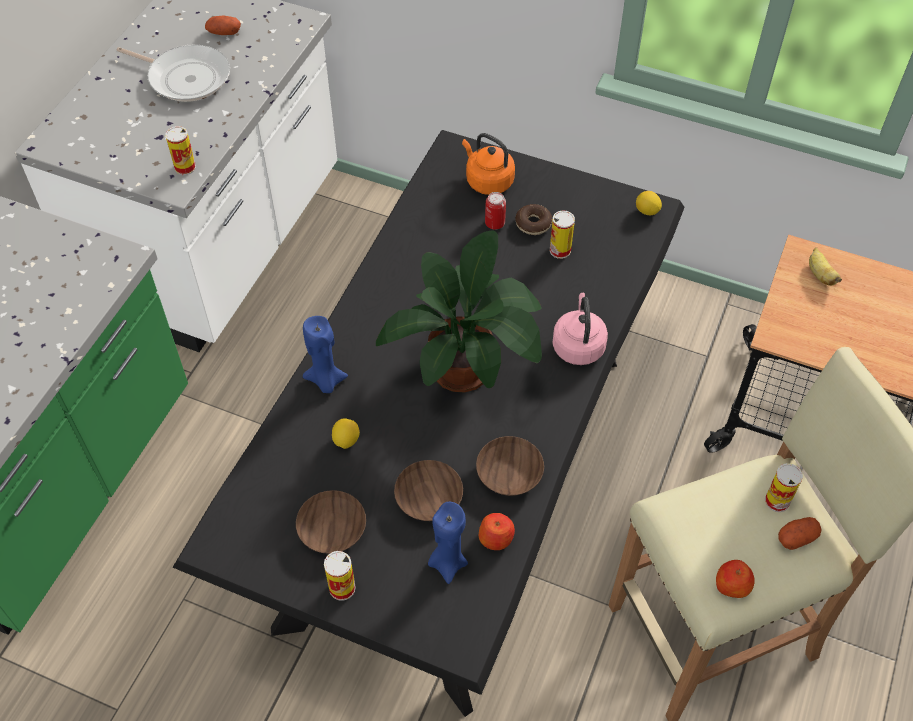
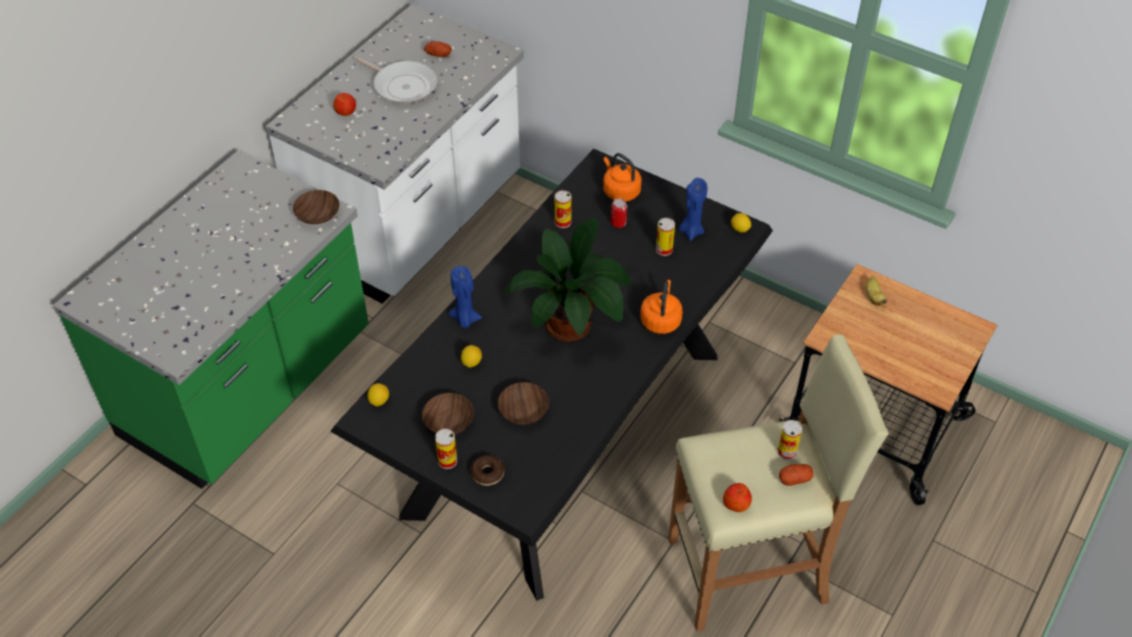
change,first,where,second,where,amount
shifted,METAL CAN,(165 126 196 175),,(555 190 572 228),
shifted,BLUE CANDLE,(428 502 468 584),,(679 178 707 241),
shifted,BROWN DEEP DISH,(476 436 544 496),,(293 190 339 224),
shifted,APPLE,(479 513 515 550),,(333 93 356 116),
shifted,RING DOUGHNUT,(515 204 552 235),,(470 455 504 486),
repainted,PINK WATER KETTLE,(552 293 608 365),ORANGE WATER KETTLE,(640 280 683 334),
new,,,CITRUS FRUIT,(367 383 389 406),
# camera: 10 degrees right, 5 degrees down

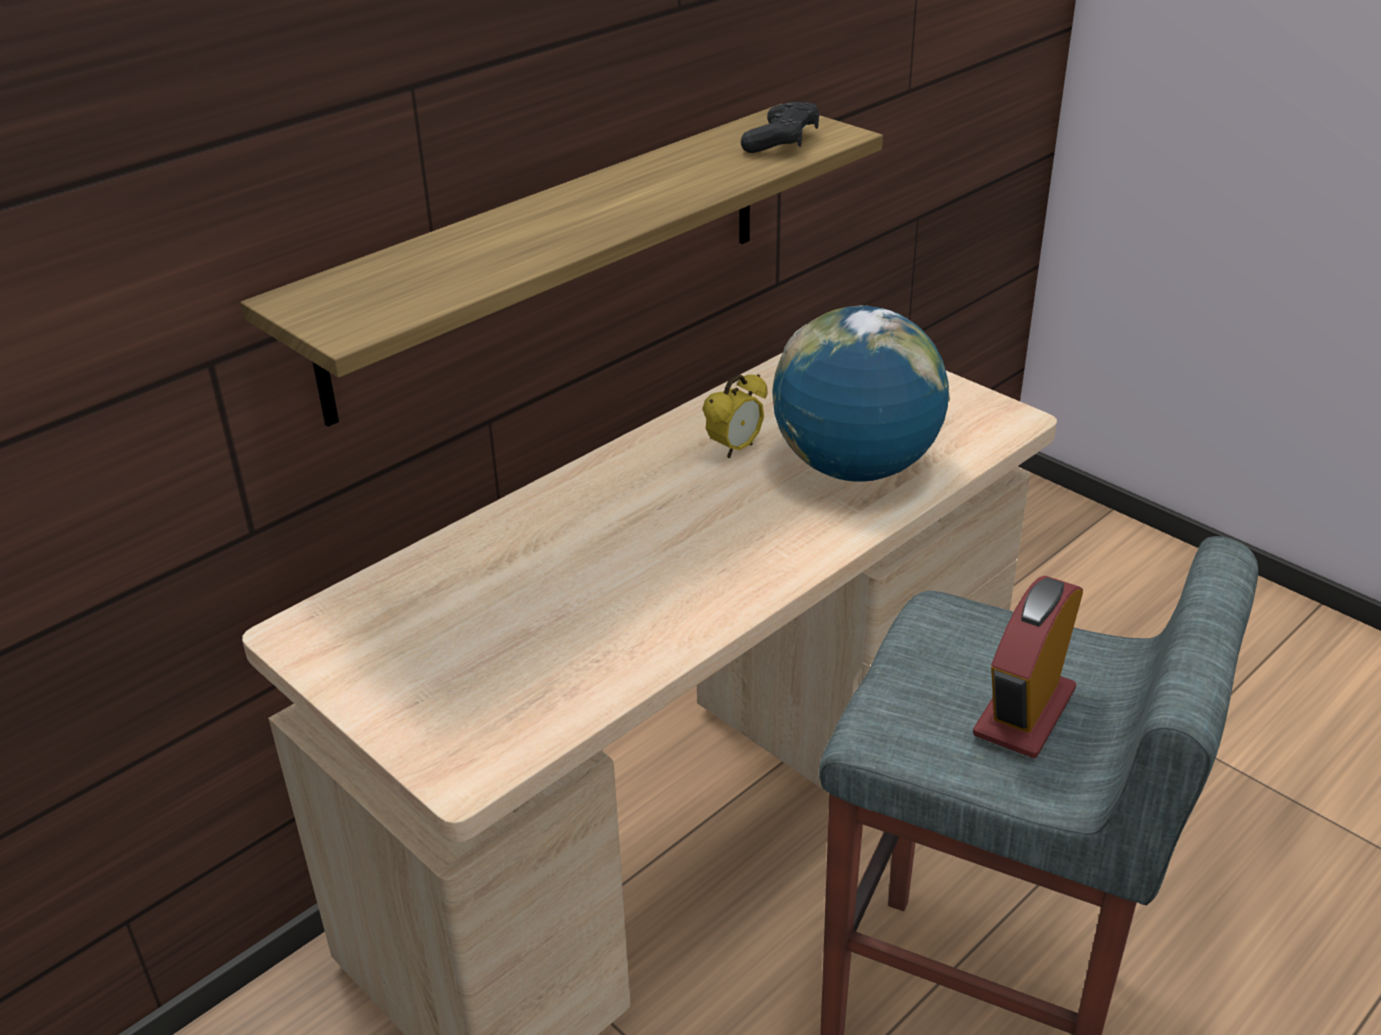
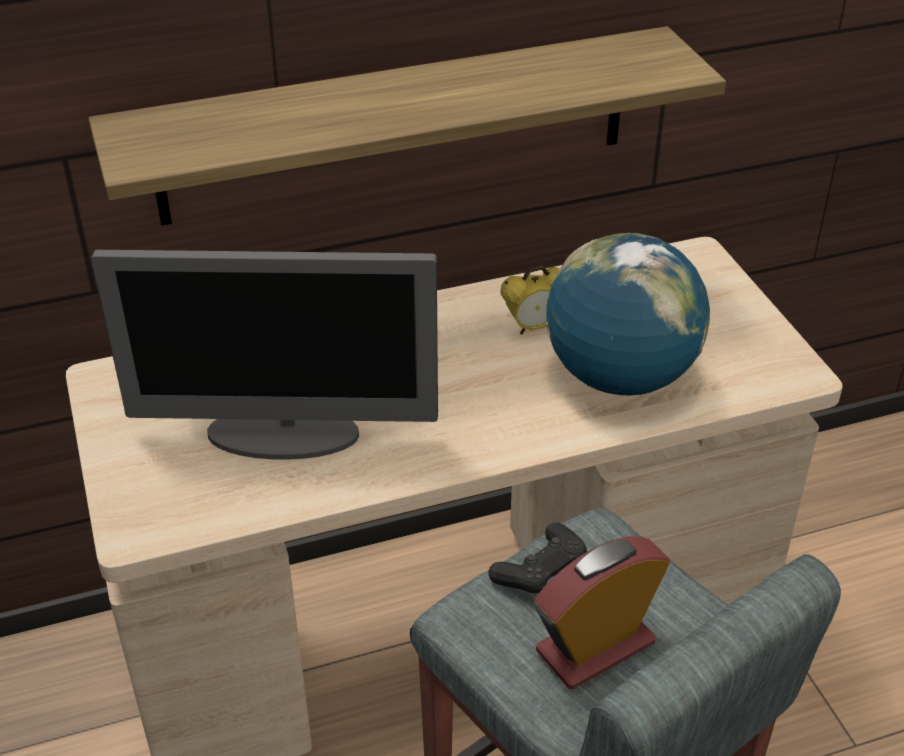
change,first,where,second,where,amount
shifted,BLACKISH GAME CONTROLLER,(741 102 820 153),,(488 522 587 593),
new,,,MONITOR,(91 250 438 460),
# camera: 25 degrees right, 5 degrees up

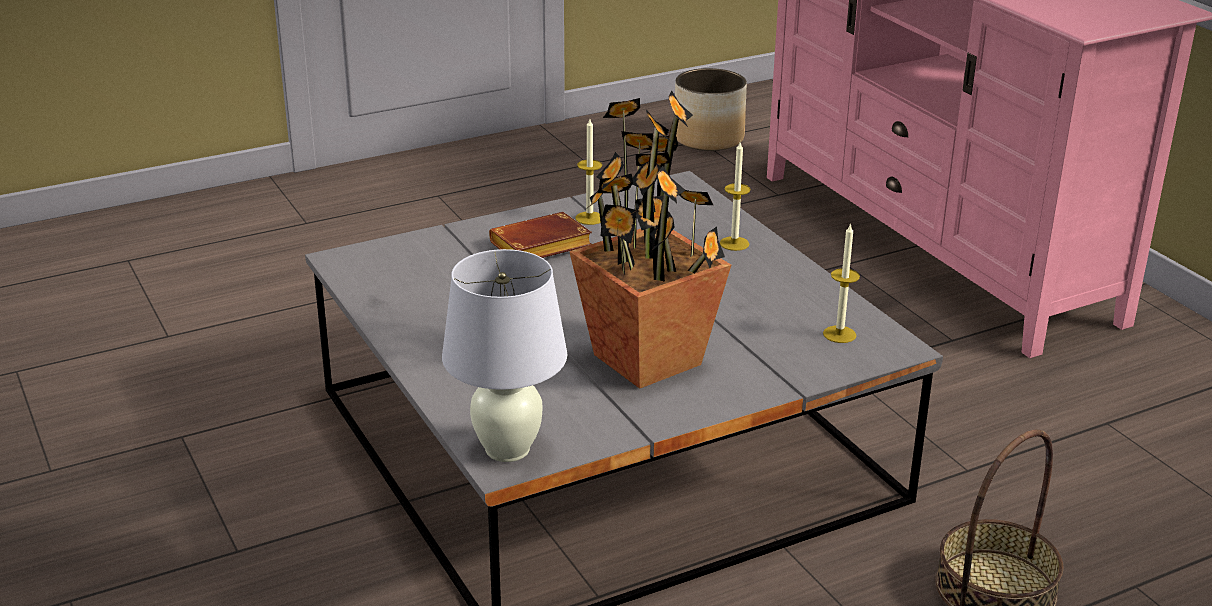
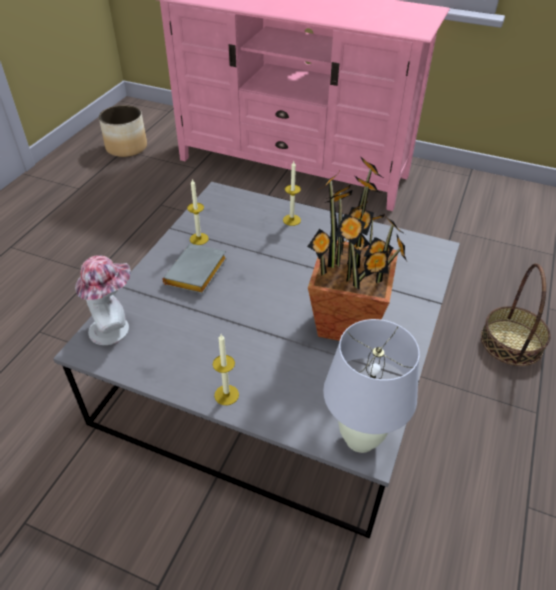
change,first,where,second,where,amount
repainted,BROWN BOOK,(489 212 592 258),GRAY BOOK,(162 244 227 294),
shifted,CANDLE,(823 223 860 343),,(213 334 239 405),
new,,,CLOTHING HAT,(75 255 131 345),
# camera: 40 degrees left, 15 degrees up

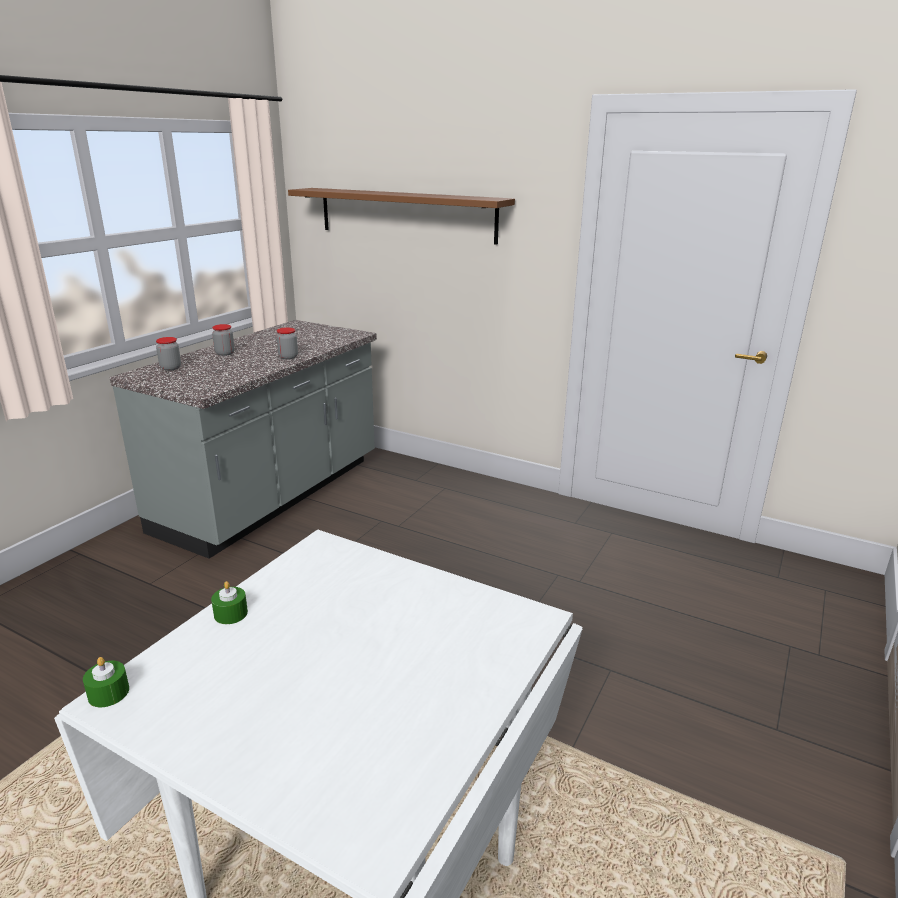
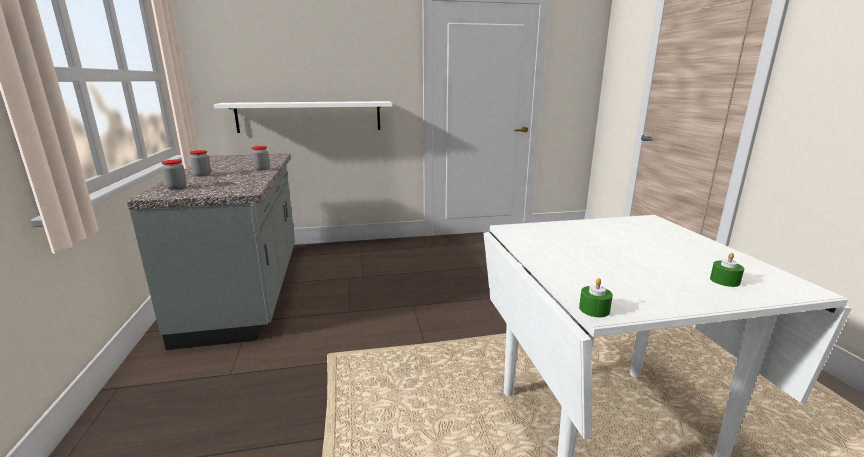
change,first,where,second,where,amount
shifted,GREEN CANDLE,(211 581 248 624),,(710 253 744 287),
gone,BROWN WALL SHELF,(288 188 515 245),,,
new,,,WHITISH WALL SHELF,(214 101 392 133),
# camera: 40 degrees left, 5 degrees down

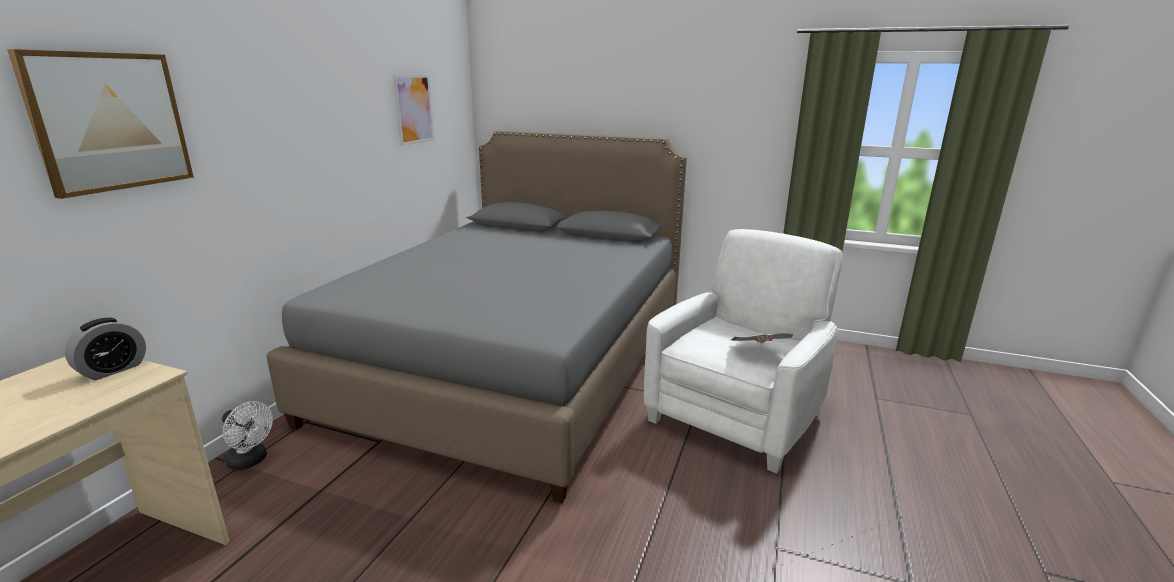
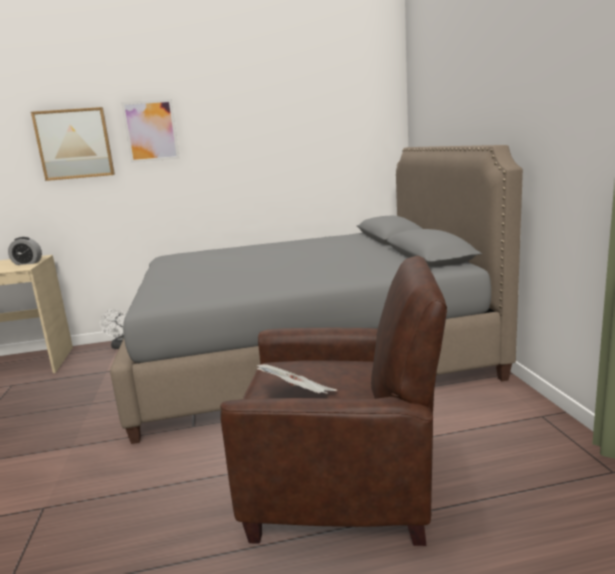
change,first,where,second,where,amount
shifted,PICTURE,(393 74 434 146),,(121 99 180 163),
repainted,WHITISH EASY CHAIR,(644 229 843 474),BROWN EASY CHAIR,(220 256 447 546),
# camera: 60 degrees right, 5 degrees down

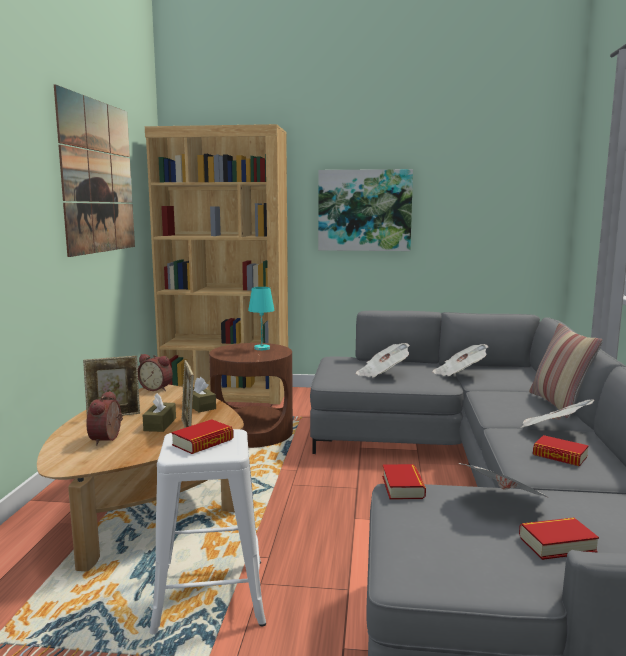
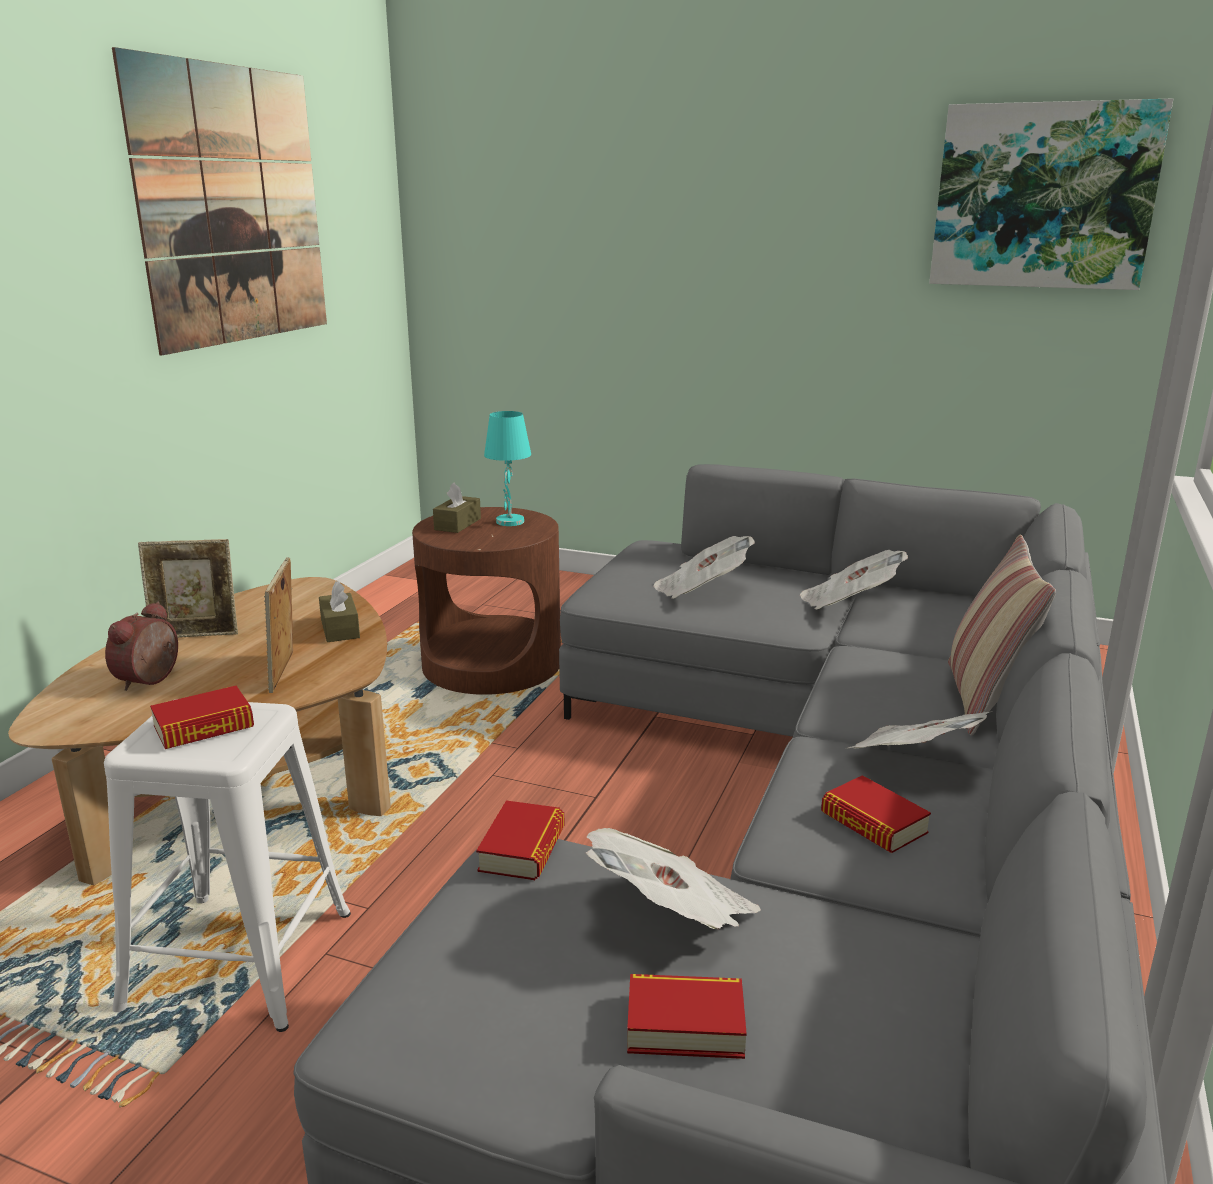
change,first,where,second,where,amount
gone,TABLE CLOCK,(138 354 173 391),,,
shifted,BROWN TISSUE BOX,(142 393 176 432),,(433 483 481 533),
gone,BROWN BOOKSHELF,(145 124 288 404),,,
shifted,PICTURE,(318 169 413 251),,(929 98 1173 290),
# camera: 15 degrees right, 10 degrees up

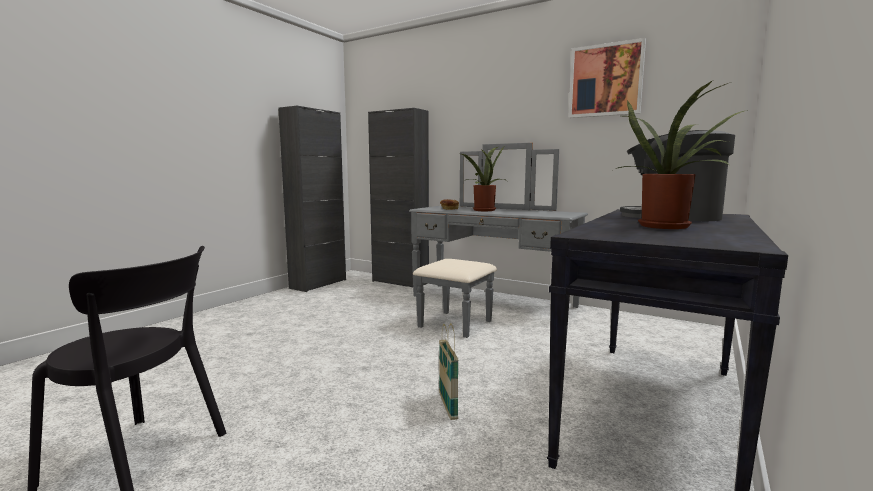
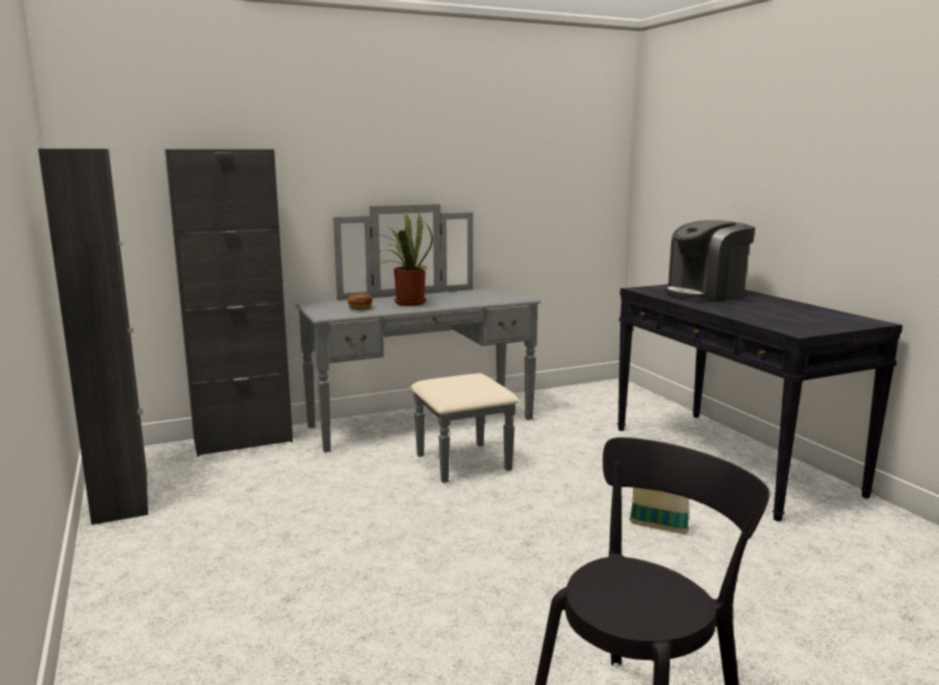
change,first,where,second,where,amount
gone,PICTURE,(568 38 646 118),,,
gone,PLANT IN A POT,(616 80 748 229),,,
# camera: 55 degrees left, 5 degrees up

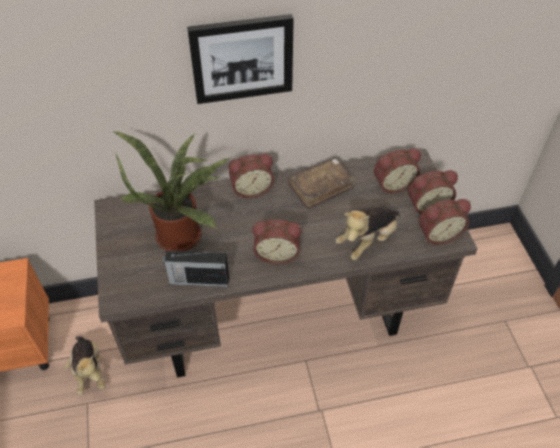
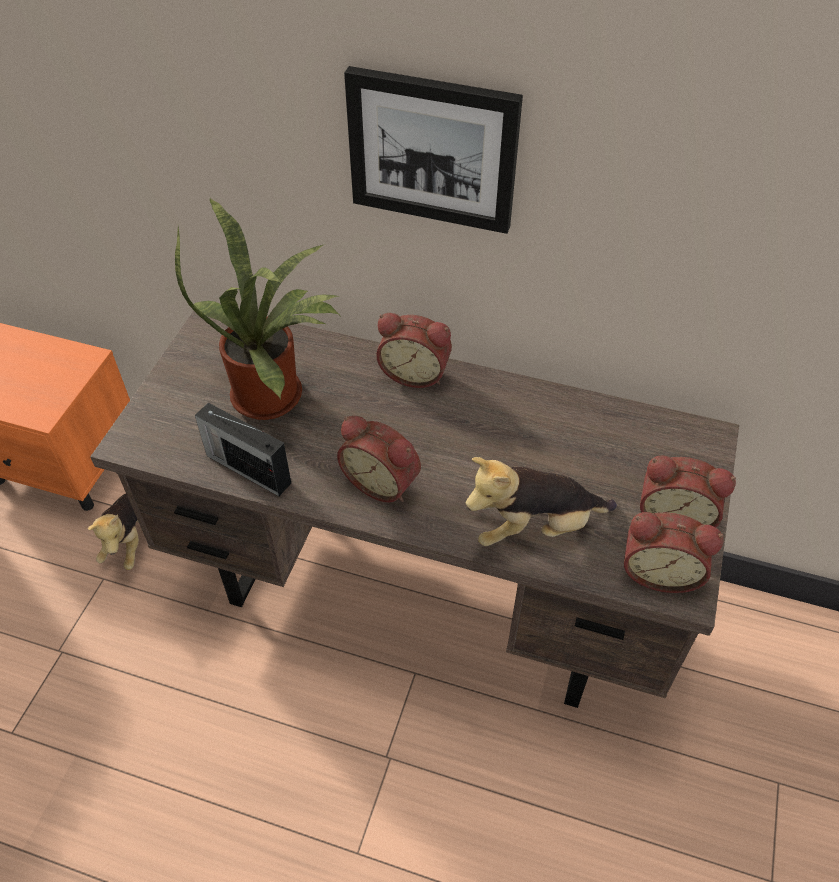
change,first,where,second,where,amount
gone,BROWN BOOK,(288 157 355 210),,,
gone,TABLE CLOCK,(374 148 421 193),,,
# camera: 30 degrees right, 0 degrees up

